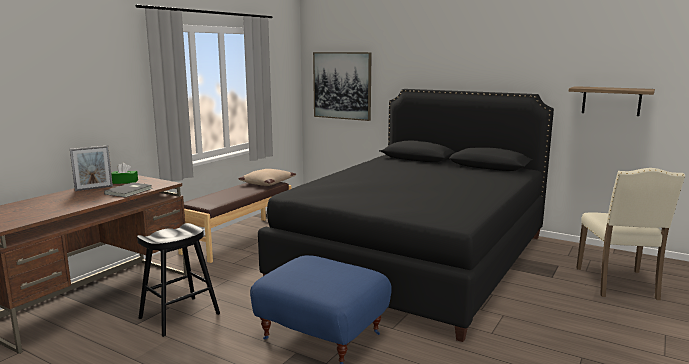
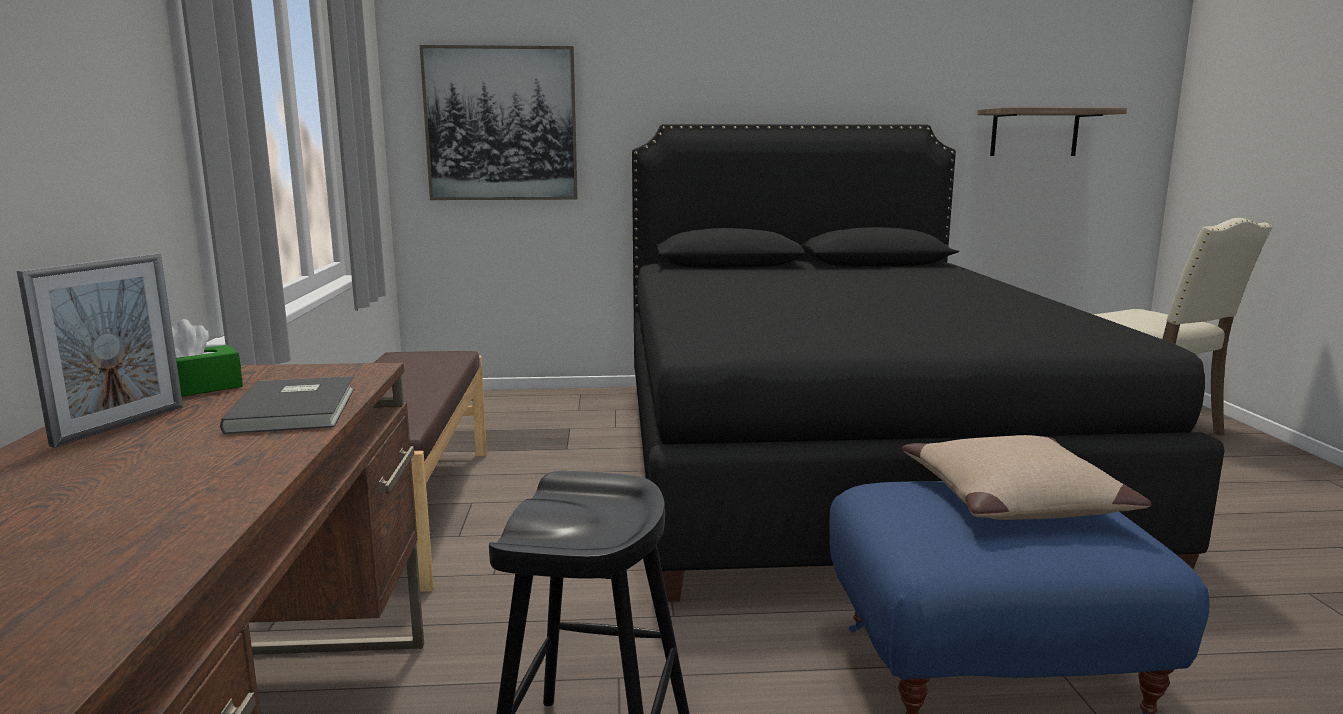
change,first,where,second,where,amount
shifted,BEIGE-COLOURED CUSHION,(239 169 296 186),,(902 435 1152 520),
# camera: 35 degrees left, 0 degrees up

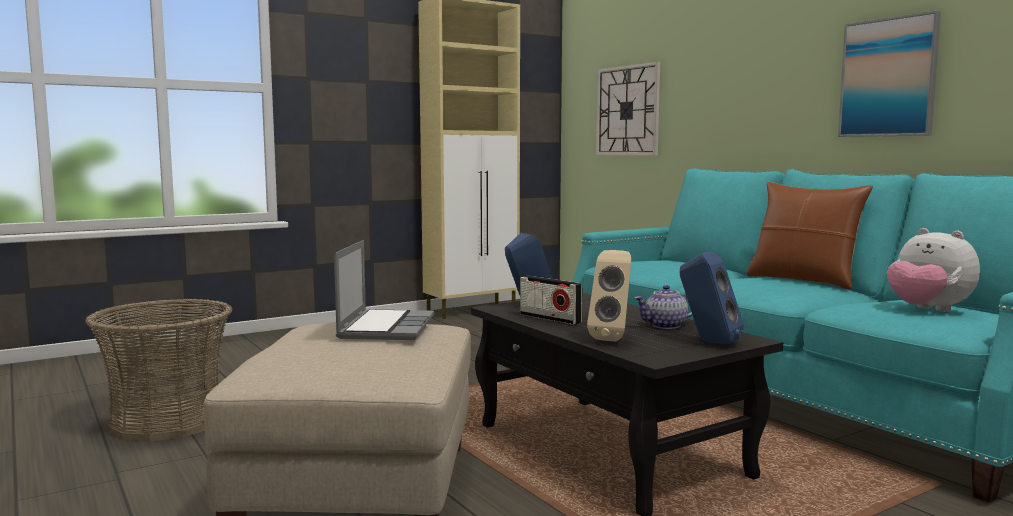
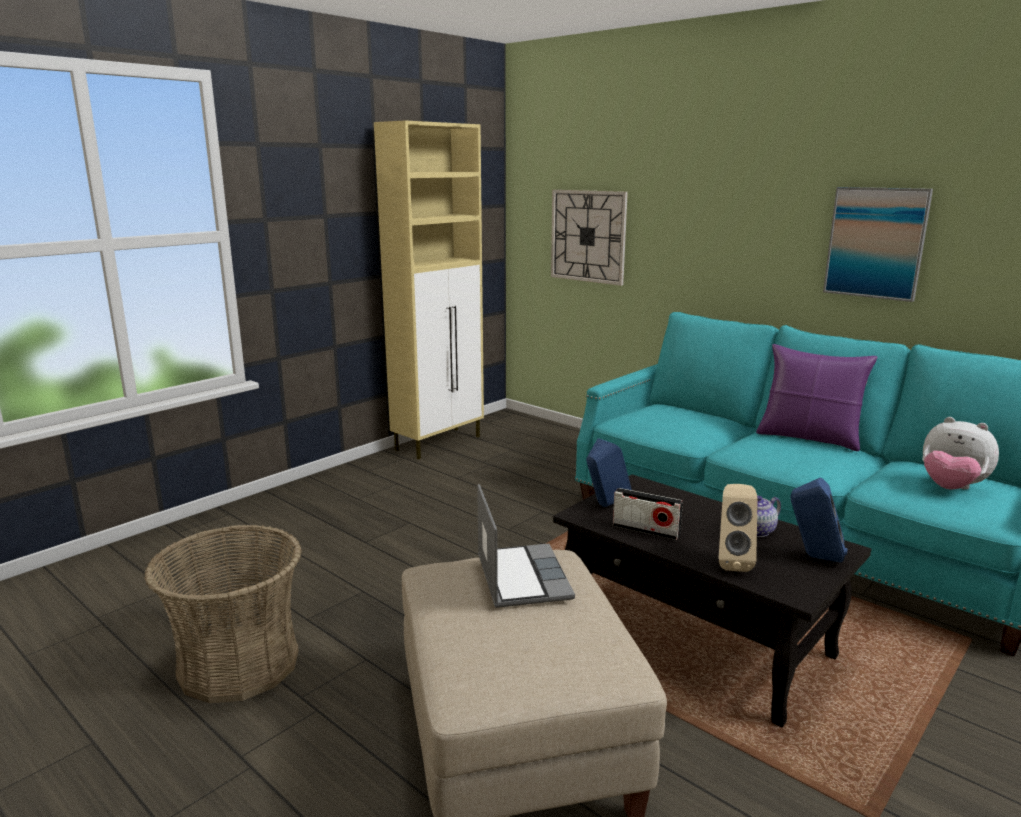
change,first,where,second,where,amount
repainted,BROWN CUSHION,(747 182 873 290),PURPLISH CUSHION,(756 344 877 451),
# camera: 15 degrees left, 10 degrees up

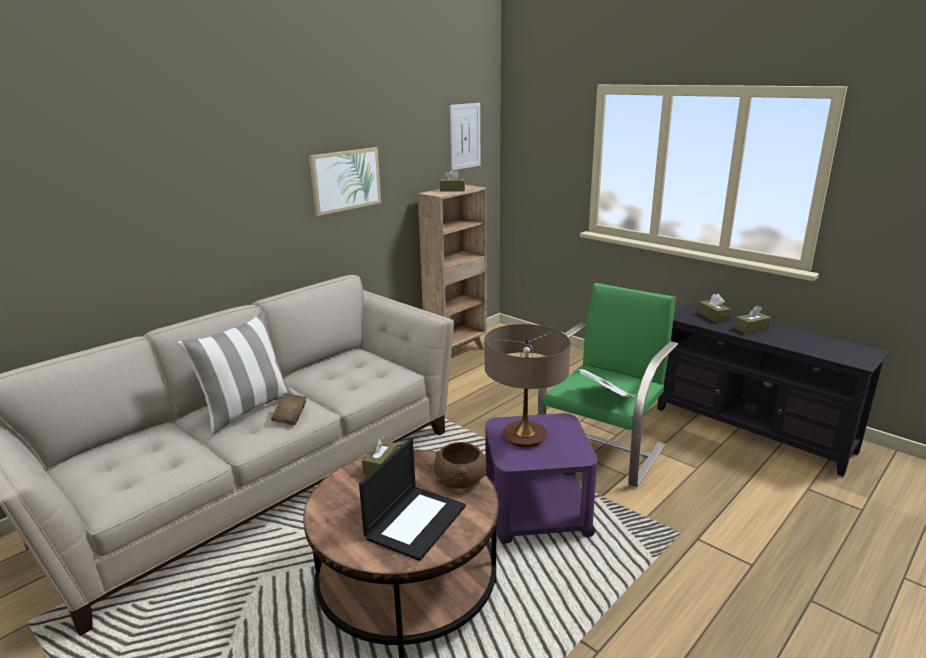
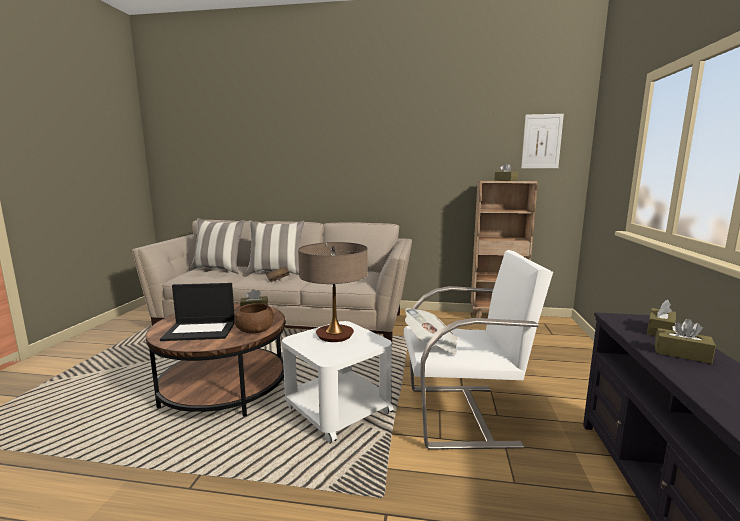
change,first,where,second,where,amount
gone,PICTURE,(309 147 381 216),,,
repainted,PURPLISH END TABLE,(485 413 598 543),WHITISH END TABLE,(282 321 393 444),
repainted,GREEN EASY CHAIR,(538 283 678 487),WHITISH EASY CHAIR,(404 250 553 450),
new,,,CUSHION,(190 219 245 273),
# camera: 55 degrees right, 10 degrees down

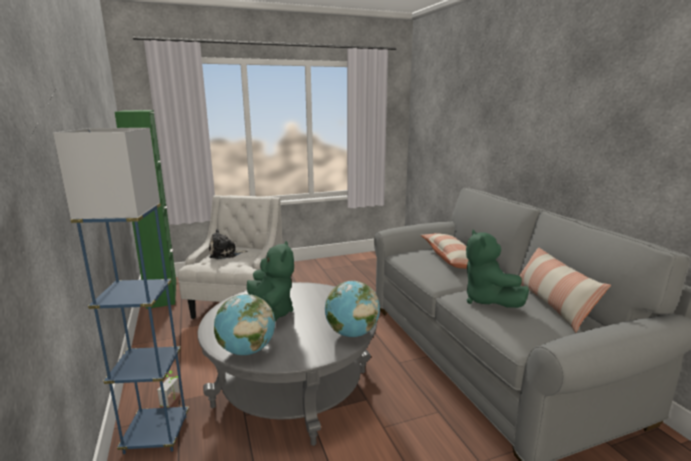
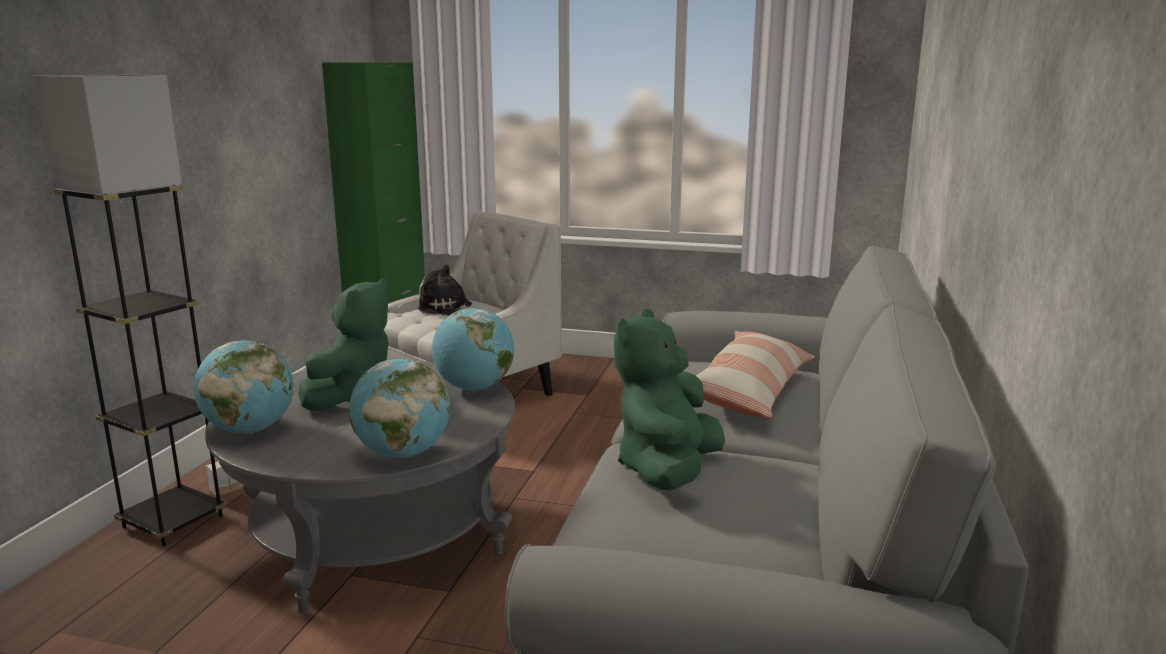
change,first,where,second,where,amount
repainted,BLUE STANDING LAMP,(53 128 189 454),GRAY STANDING LAMP,(34 74 227 547),
gone,CUSHION,(519 248 611 332),,,
new,,,DESK GLOBE,(432 308 514 391),
# camera: 35 degrees right, 0 degrees up

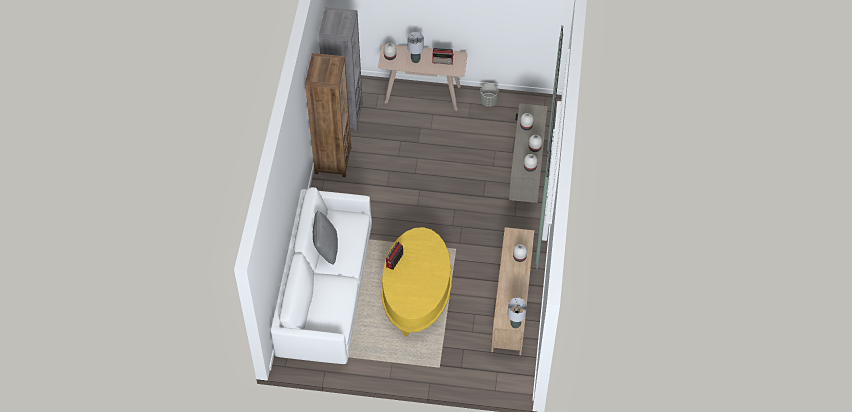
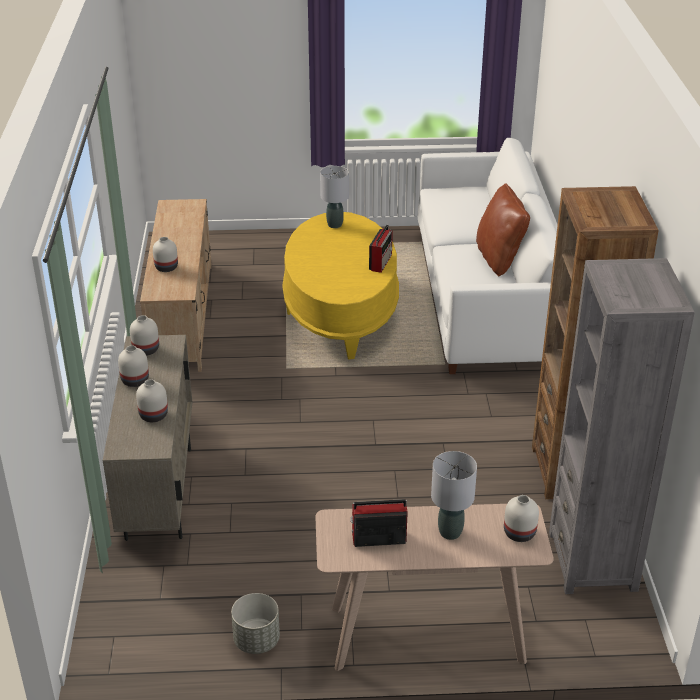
change,first,where,second,where,amount
repainted,GRAY CUSHION,(313 211 338 265),BROWN CUSHION,(476 183 530 276),
shifted,GRAY LAMP FOR A TABLE,(508 298 527 329),,(320 166 349 228),
# camera: 170 degrees right, 20 degrees down

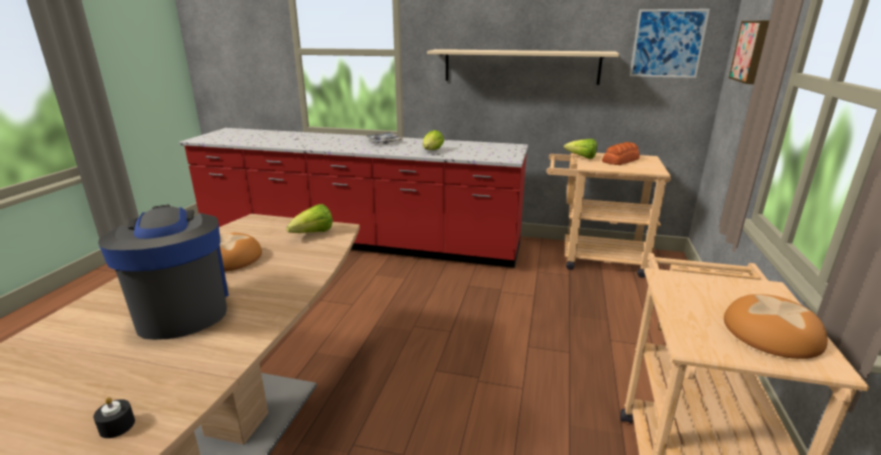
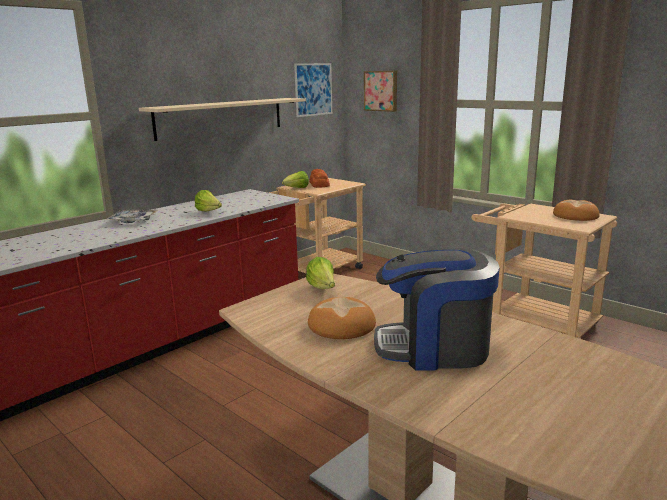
change,first,where,second,where,amount
gone,BLACKISH CANDLE,(93 397 135 438),,,
# camera: 60 degrees left, 5 degrees down

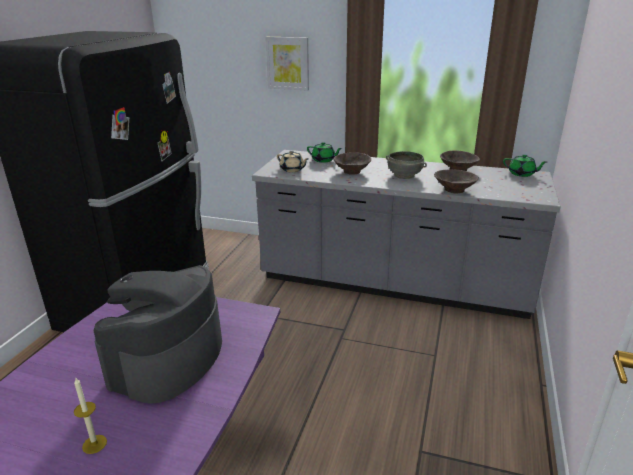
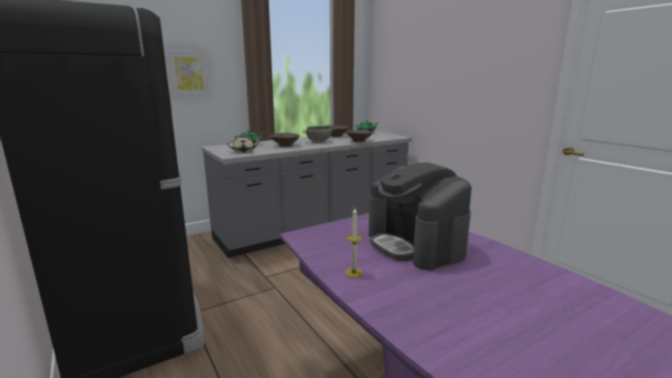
change,first,where,second,where,amount
shifted,CANDLE,(74 377 107 454),,(345 208 363 278),
# camera: 50 degrees left, 10 degrees down

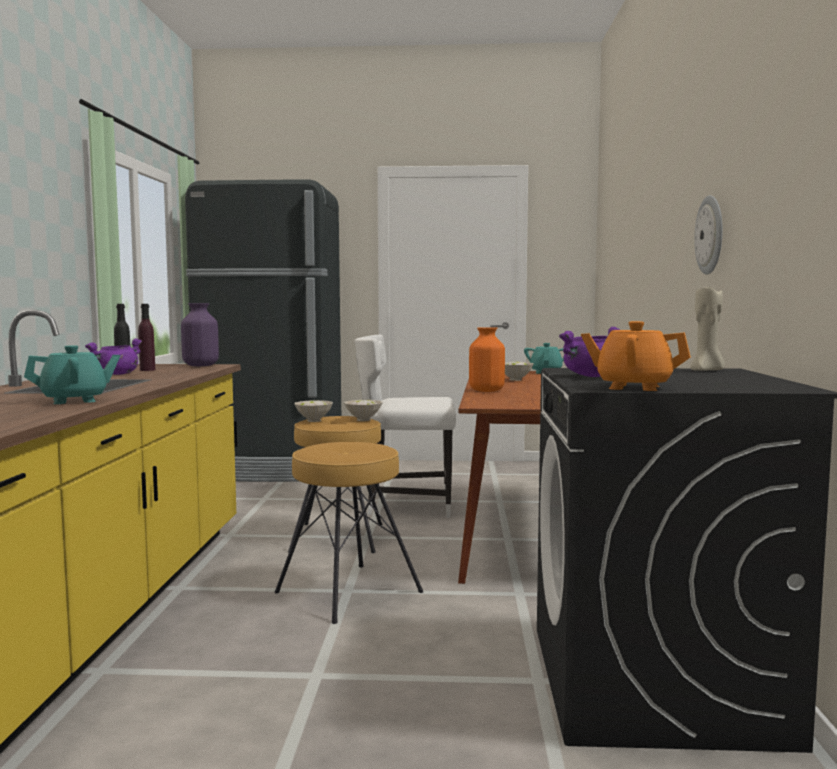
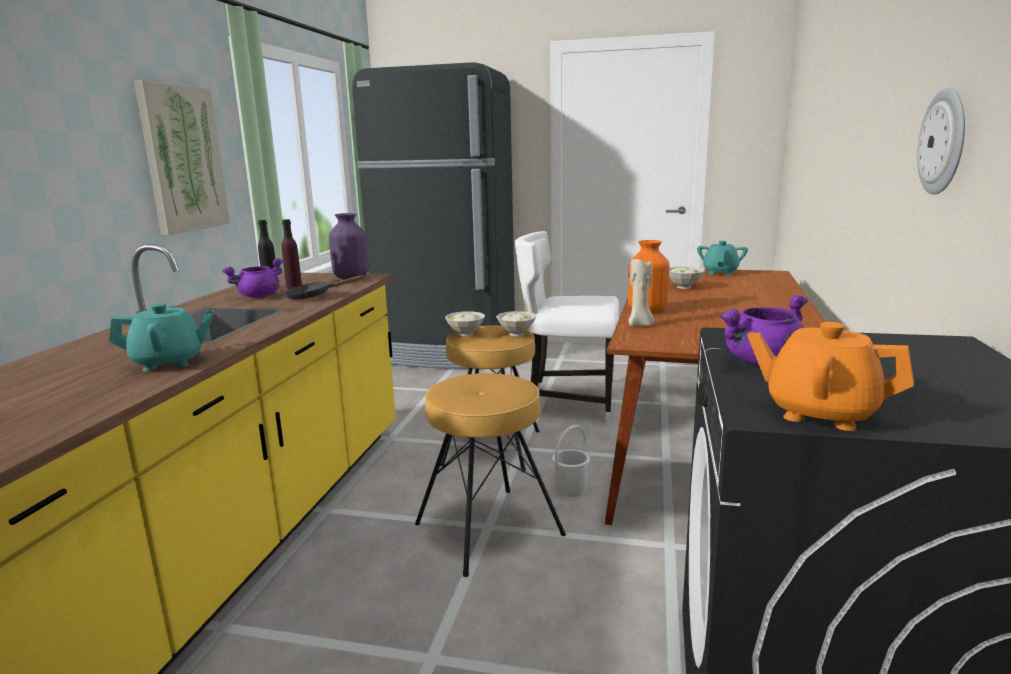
change,first,where,second,where,amount
shifted,BEIGE-COLOURED CANDLE,(690 285 725 371),,(628 259 654 327),
new,,,PICTURE,(134 80 230 235),
new,,,BLACKISH SKILLET,(284 275 364 300),
new,,,WHITISH BUCKET,(552 425 590 497),
# camera: 10 degrees right, 10 degrees up

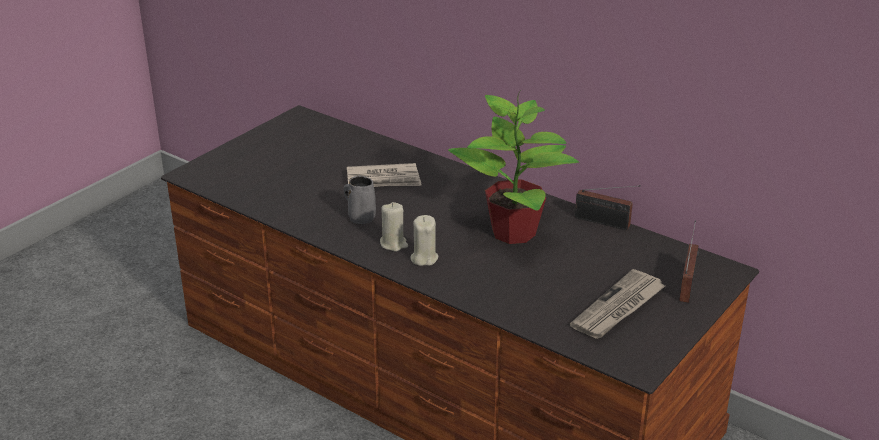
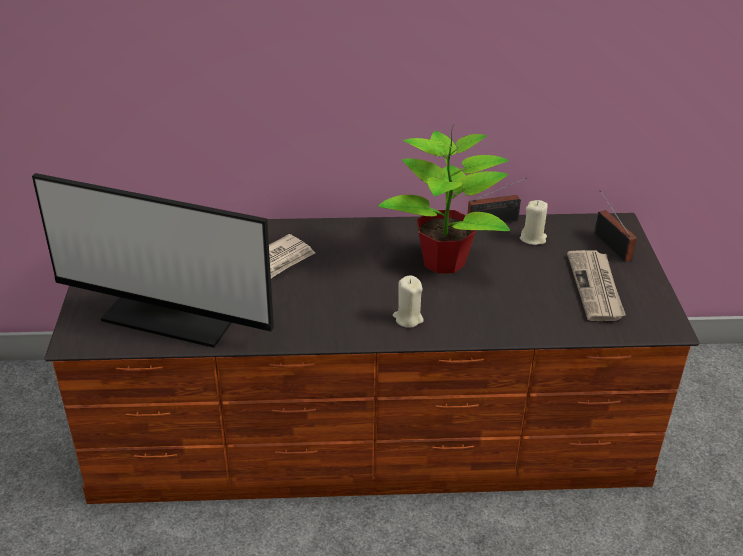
change,first,where,second,where,amount
gone,GRAY TEA MUG,(344 175 376 224),,,
shifted,BEIGE-COLOURED CANDLE,(380 202 408 251),,(520 200 547 245),
new,,,MONITOR,(32 173 274 348),
# camera: 40 degrees left, 5 degrees up

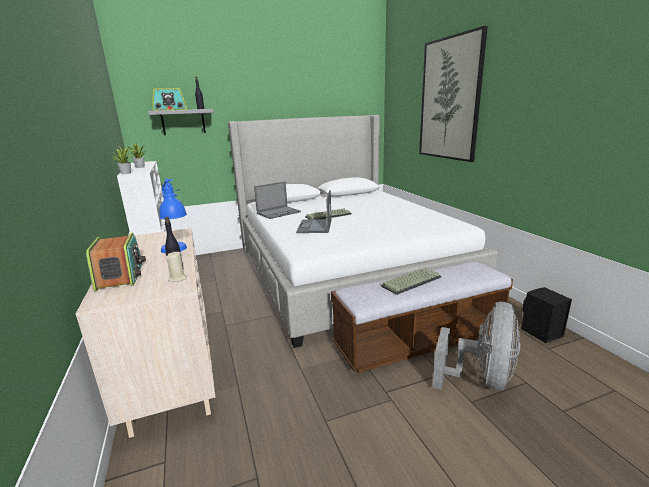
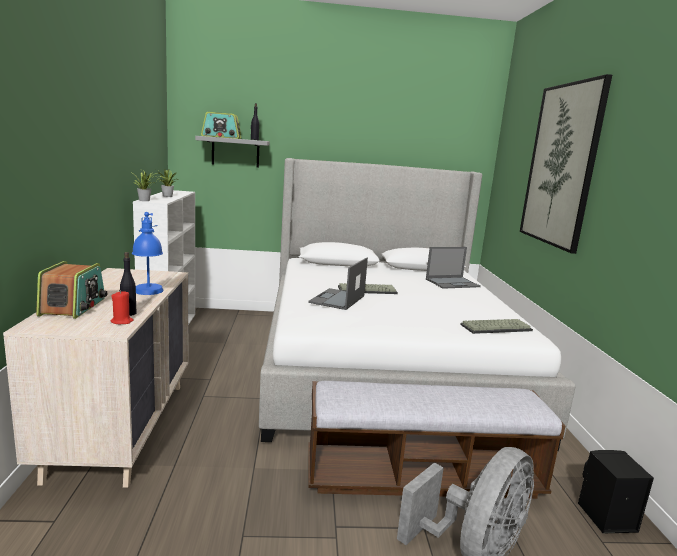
change,first,where,second,where,amount
repainted,BEIGE-COLOURED CANDLE,(166 252 188 282),REDDISH CANDLE,(111 290 134 324),
shifted,NOTEBOOK COMPUTER,(254 181 301 219),,(426 247 481 289),
shifted,PC KEYBOARD,(381 268 441 295),,(460 319 533 334),
# camera: 15 degrees right, 5 degrees down

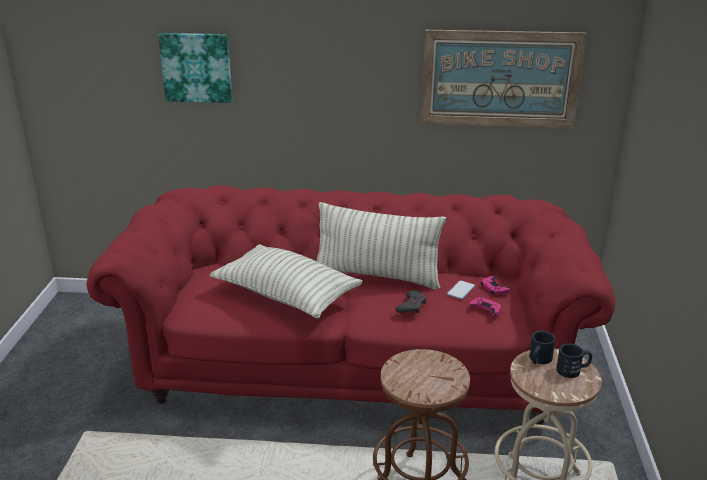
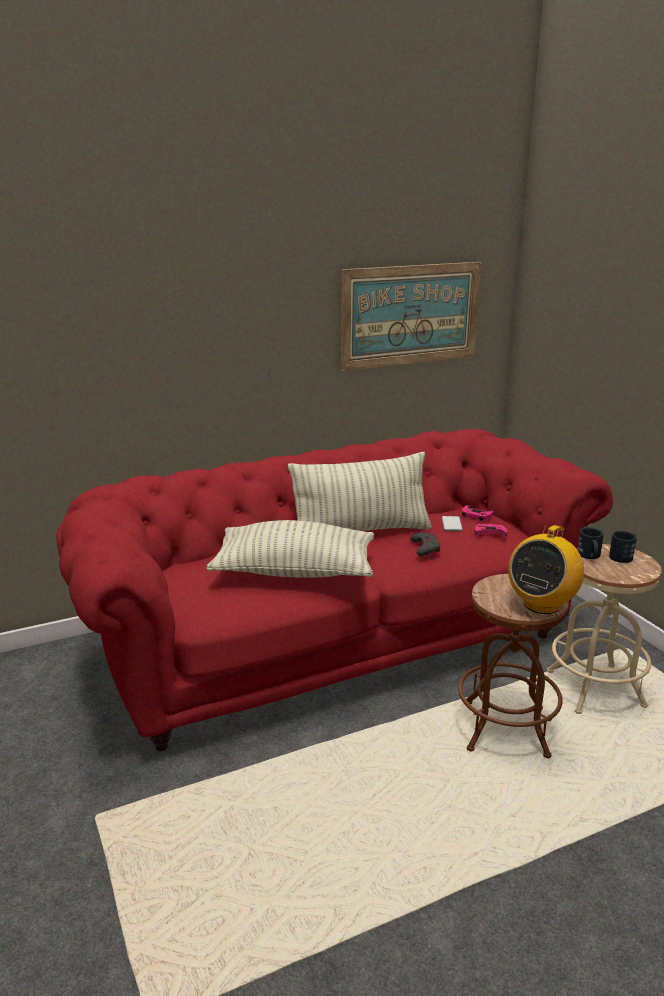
change,first,where,second,where,amount
gone,PICTURE,(158 33 232 103),,,
new,,,RADIO RECEIVER,(508 525 584 614),
# camera: 30 degrees left, 5 degrees down

